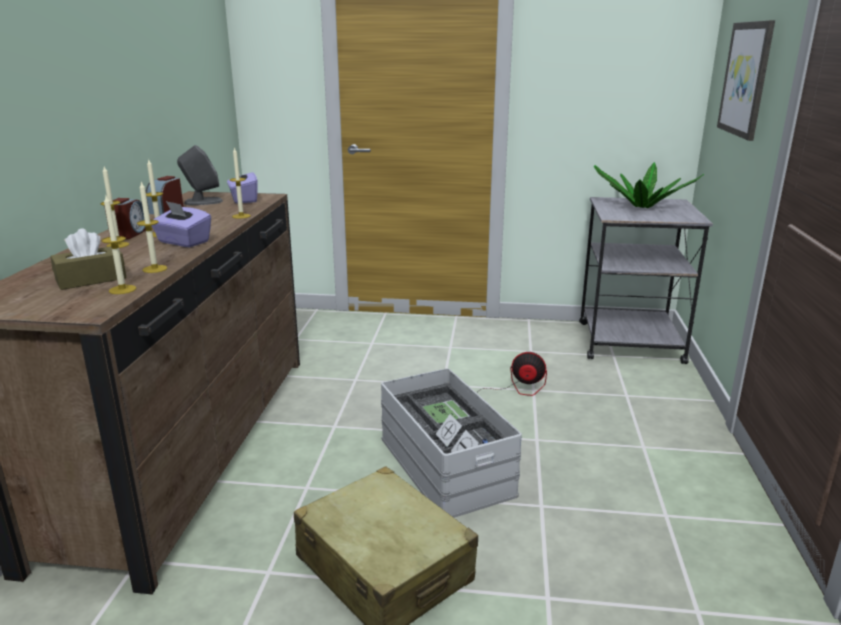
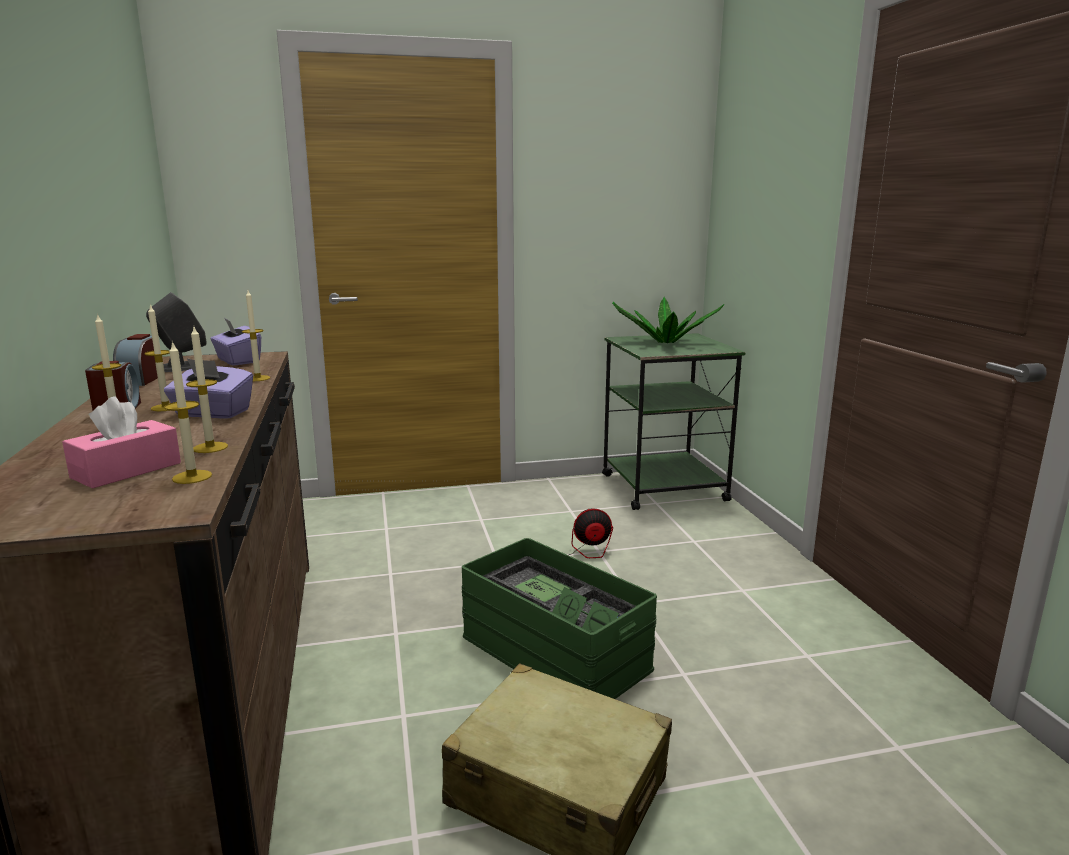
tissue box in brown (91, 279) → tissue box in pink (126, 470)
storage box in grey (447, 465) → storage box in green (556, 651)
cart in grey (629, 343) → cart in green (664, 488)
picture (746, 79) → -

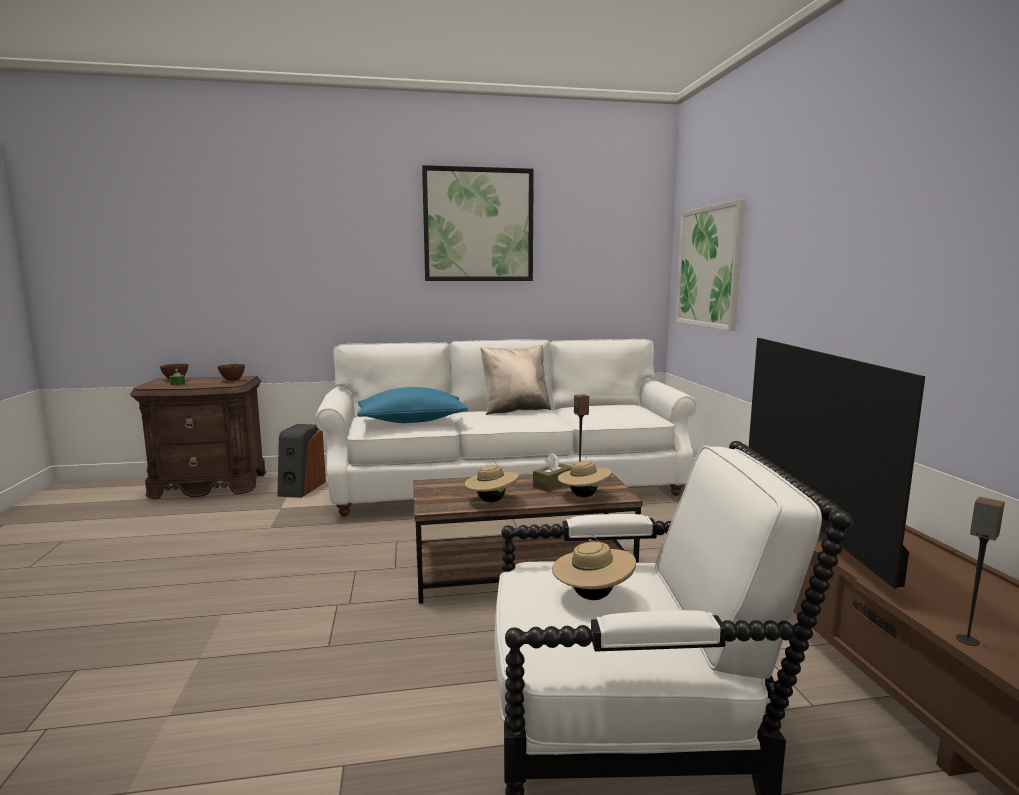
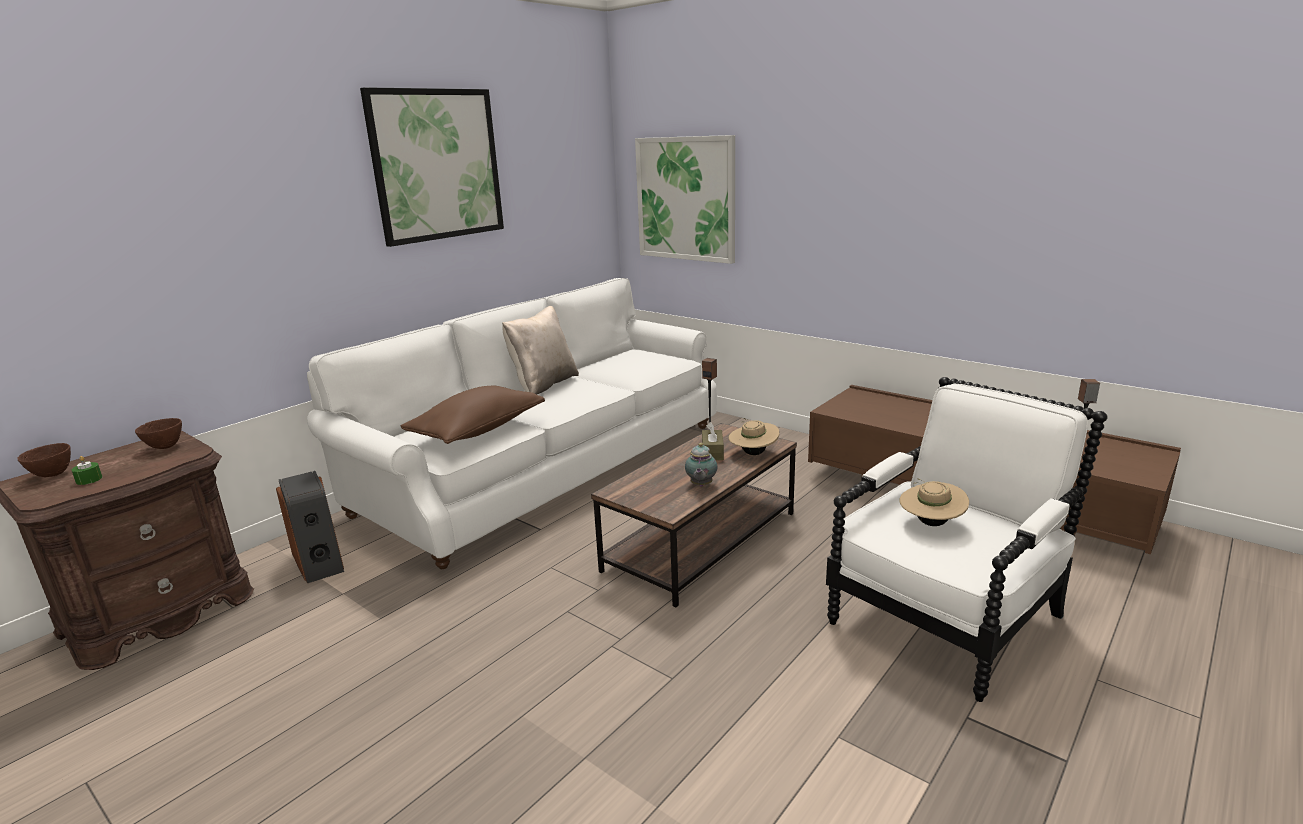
pillow in blue (412, 421) → pillow in brown (477, 430)
hat in beige (491, 501) → teapot (700, 485)
television (820, 530) → -

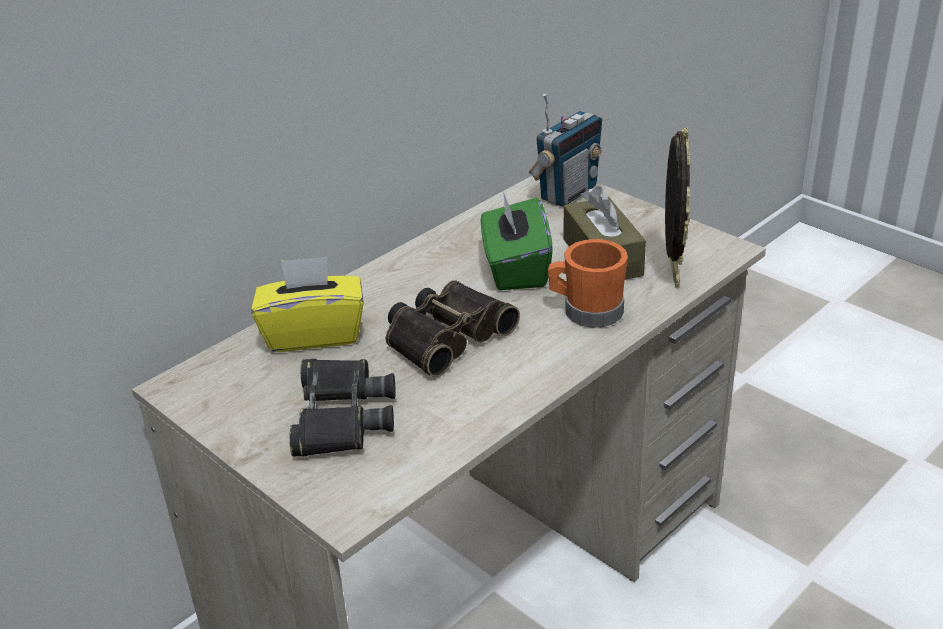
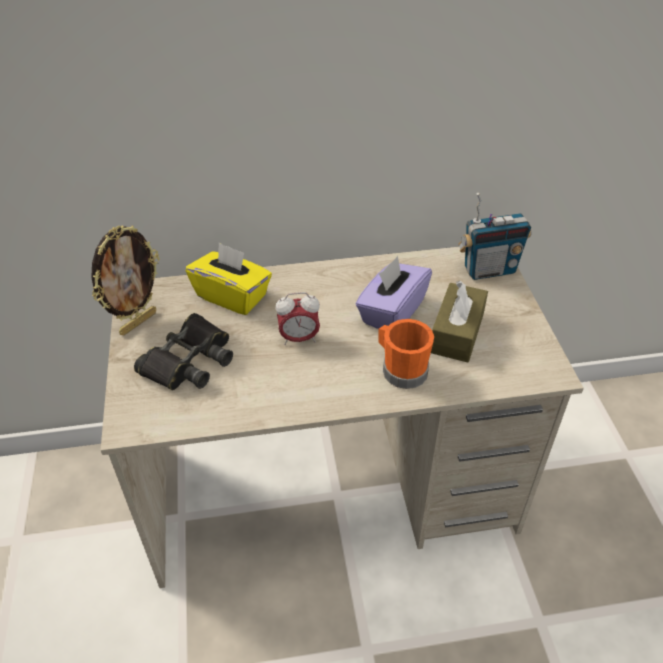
binoculars (445, 336) → alarm clock (299, 338)
tissue box in green (515, 269) → tissue box in purple (391, 312)
picture frame (671, 272) → picture frame (138, 322), shifted

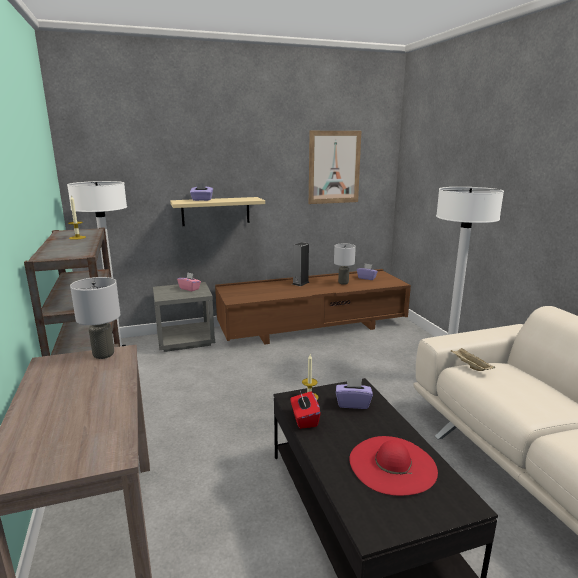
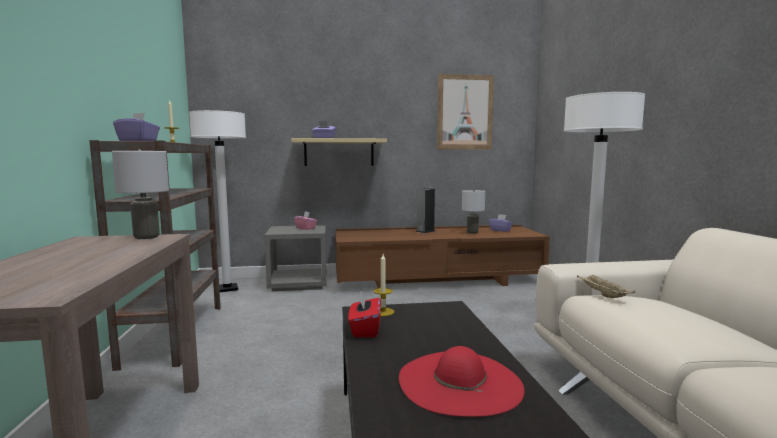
tissue box in purple (353, 403) → tissue box in purple (138, 141), shifted

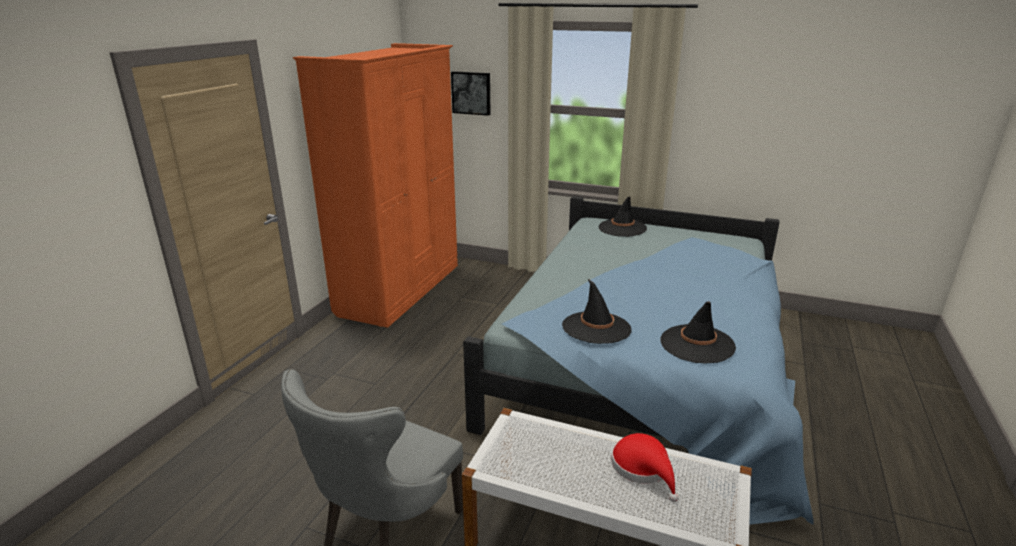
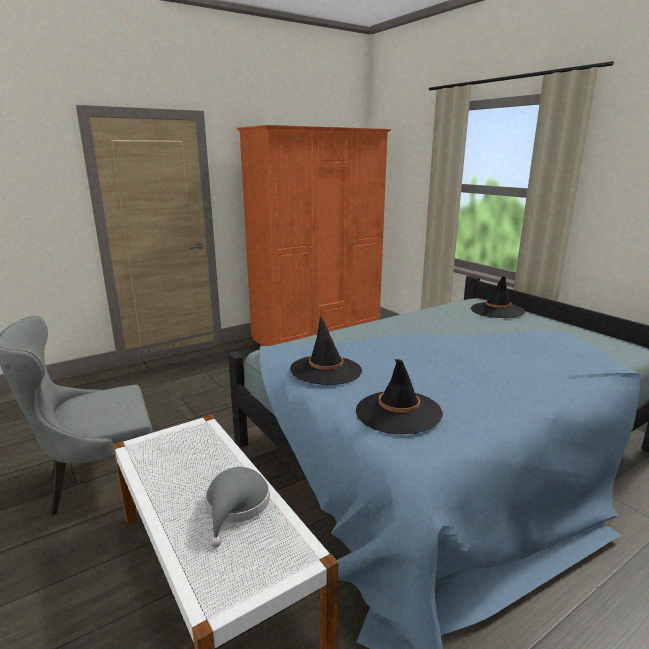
picture (471, 93) → -
hat in red (643, 468) → hat in grey (236, 506)

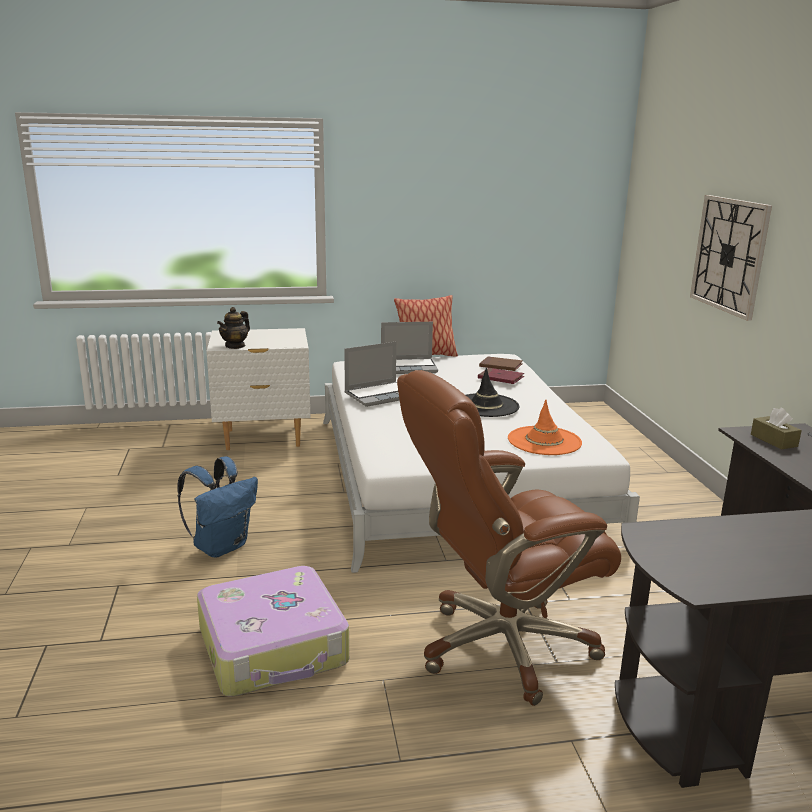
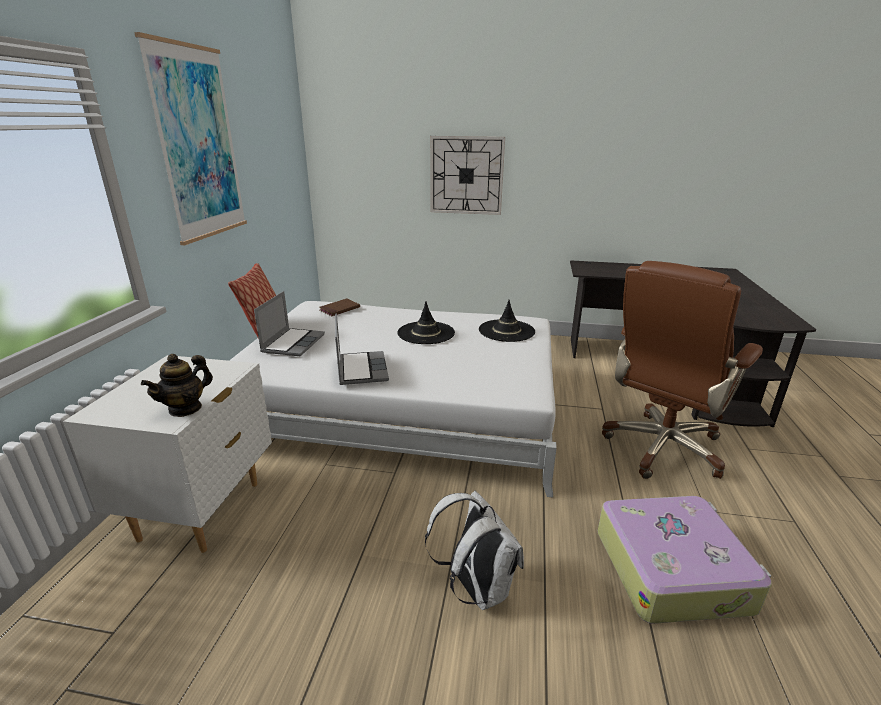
backpack in blue (221, 546) → backpack in white (475, 588)
teapot (235, 346) → teapot (185, 408), 75 degrees clockwise
office chair in brown (499, 647) → office chair in brown (660, 449), 45 degrees clockwise
book in red (500, 378) → -
hat in orange (544, 441) → hat in black (506, 331)
tissue box in brown (773, 440) → -
- → picture (198, 144)

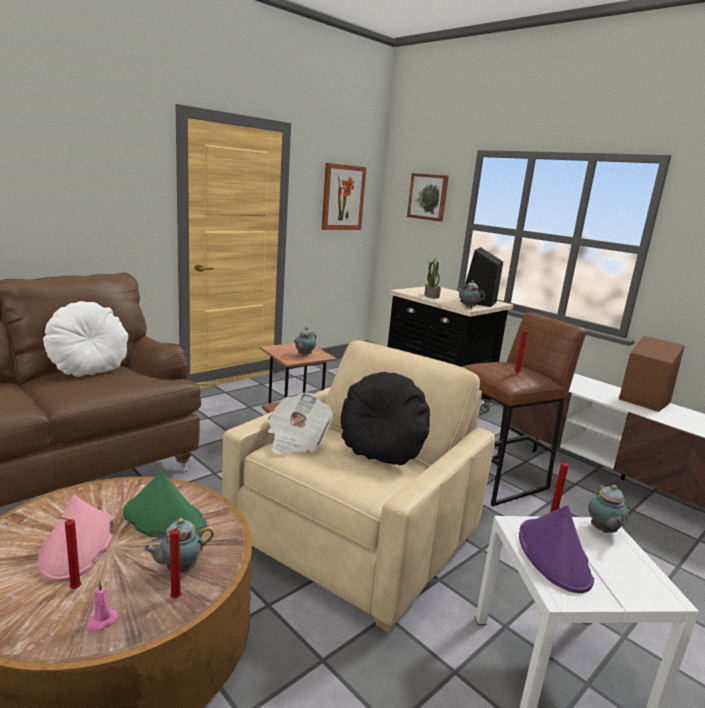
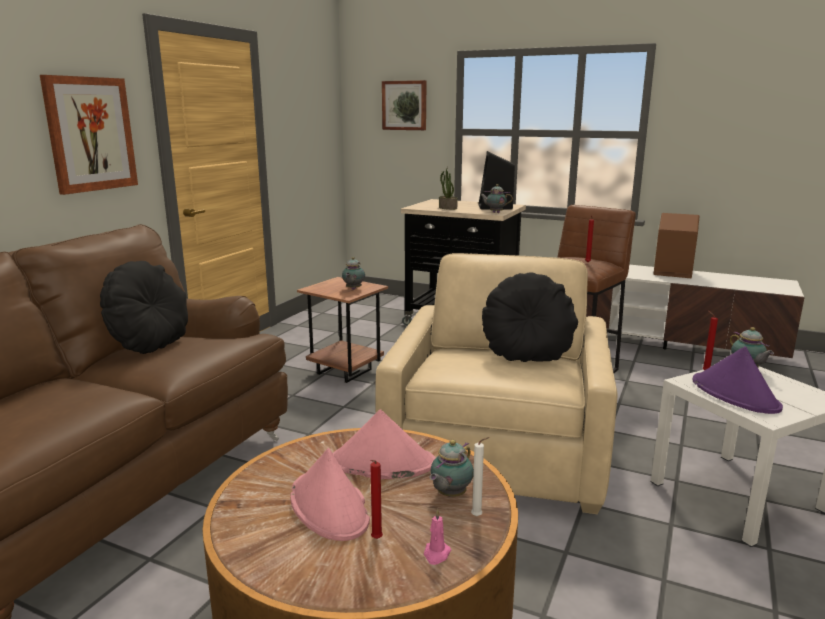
pillow in white (89, 372) → pillow in black (151, 346)
hat in green (163, 519) → hat in pink (382, 462)
candle in red (177, 599) → candle in white (478, 516)
newspaper (297, 440) → -
picture (342, 197) → picture (90, 134), shifted

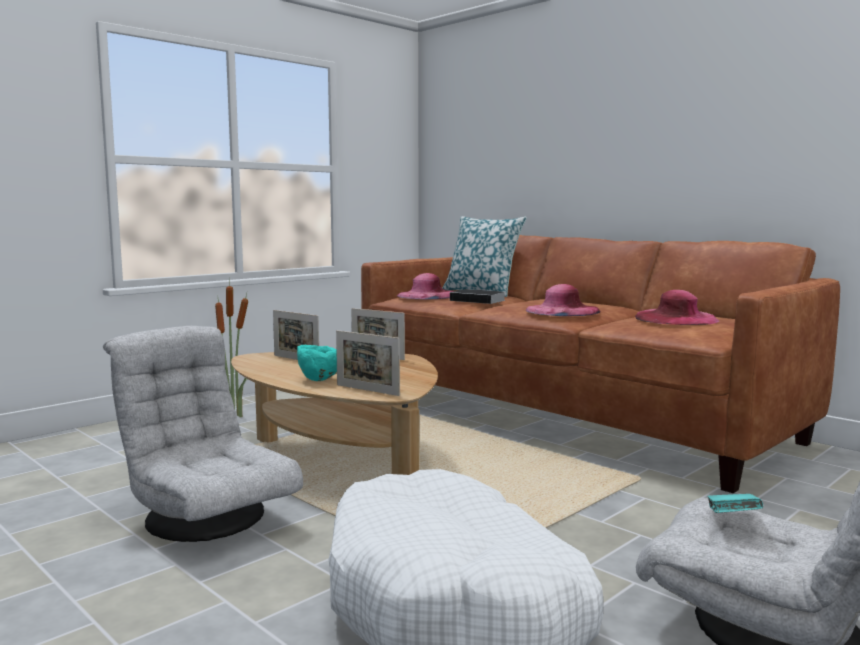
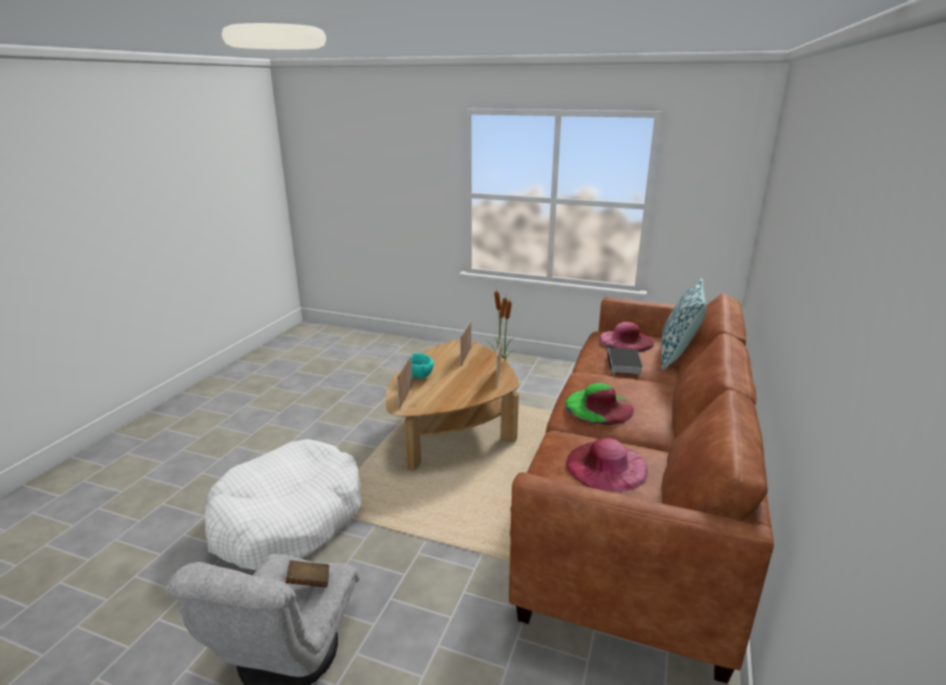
armchair in grey (209, 518) → -
hat in pink (562, 310) → hat in green (598, 407)
book in turquoise (732, 519) → book in brown (309, 582)

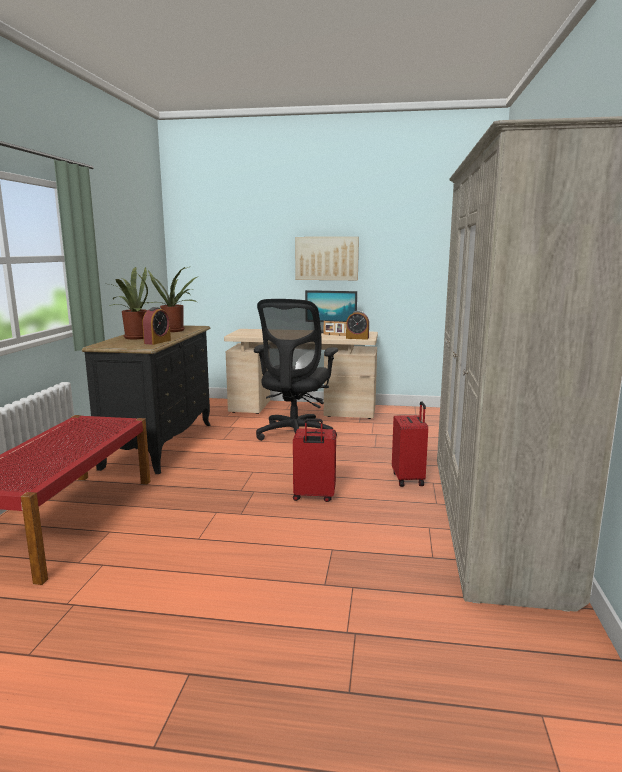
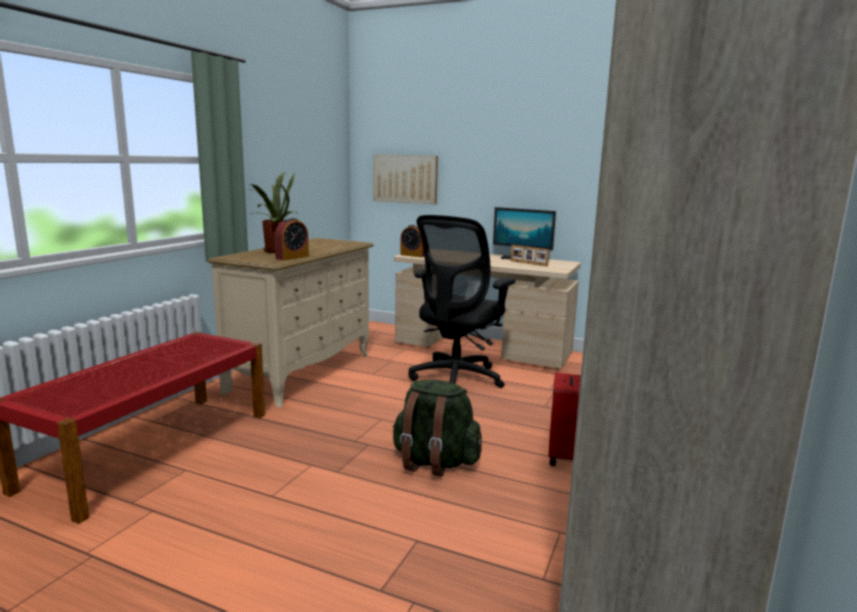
dresser in black (162, 445) → dresser in beige (303, 373)
potted plant (174, 330) → -
suitcase in red (314, 496) → backpack in green (434, 462)
picture (326, 258) → picture (405, 179), shifted
alarm clock (357, 338) → alarm clock (413, 255), shifted

